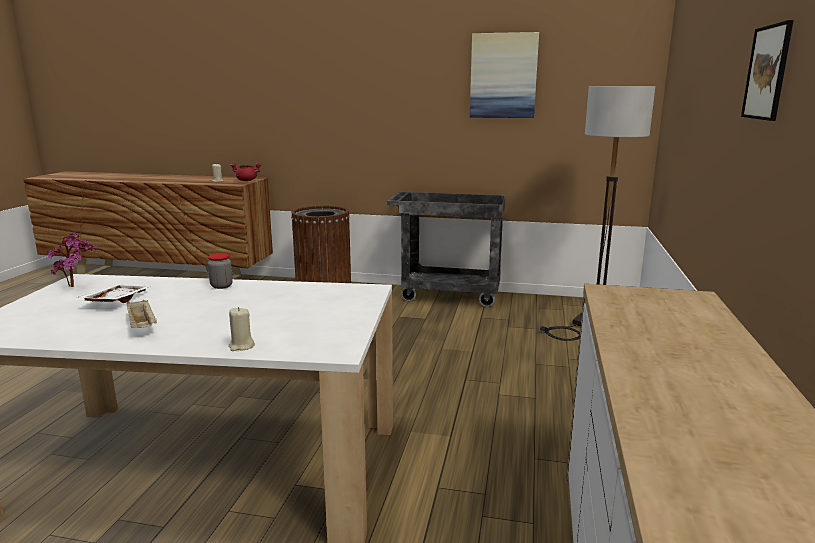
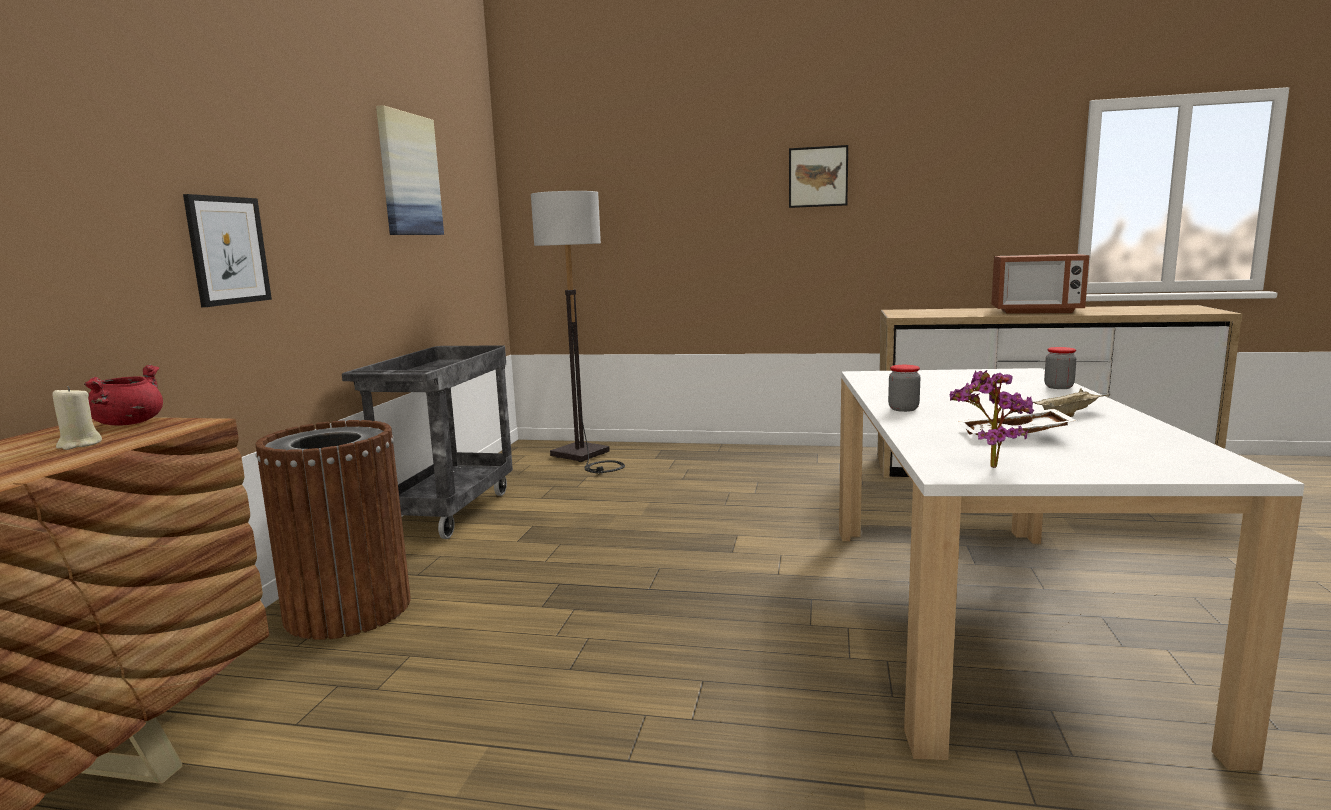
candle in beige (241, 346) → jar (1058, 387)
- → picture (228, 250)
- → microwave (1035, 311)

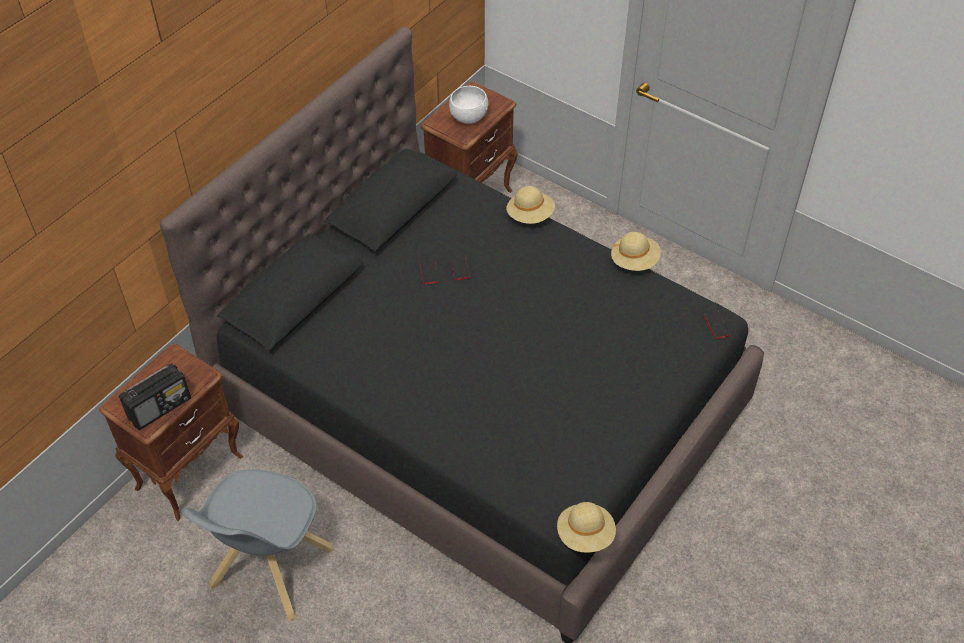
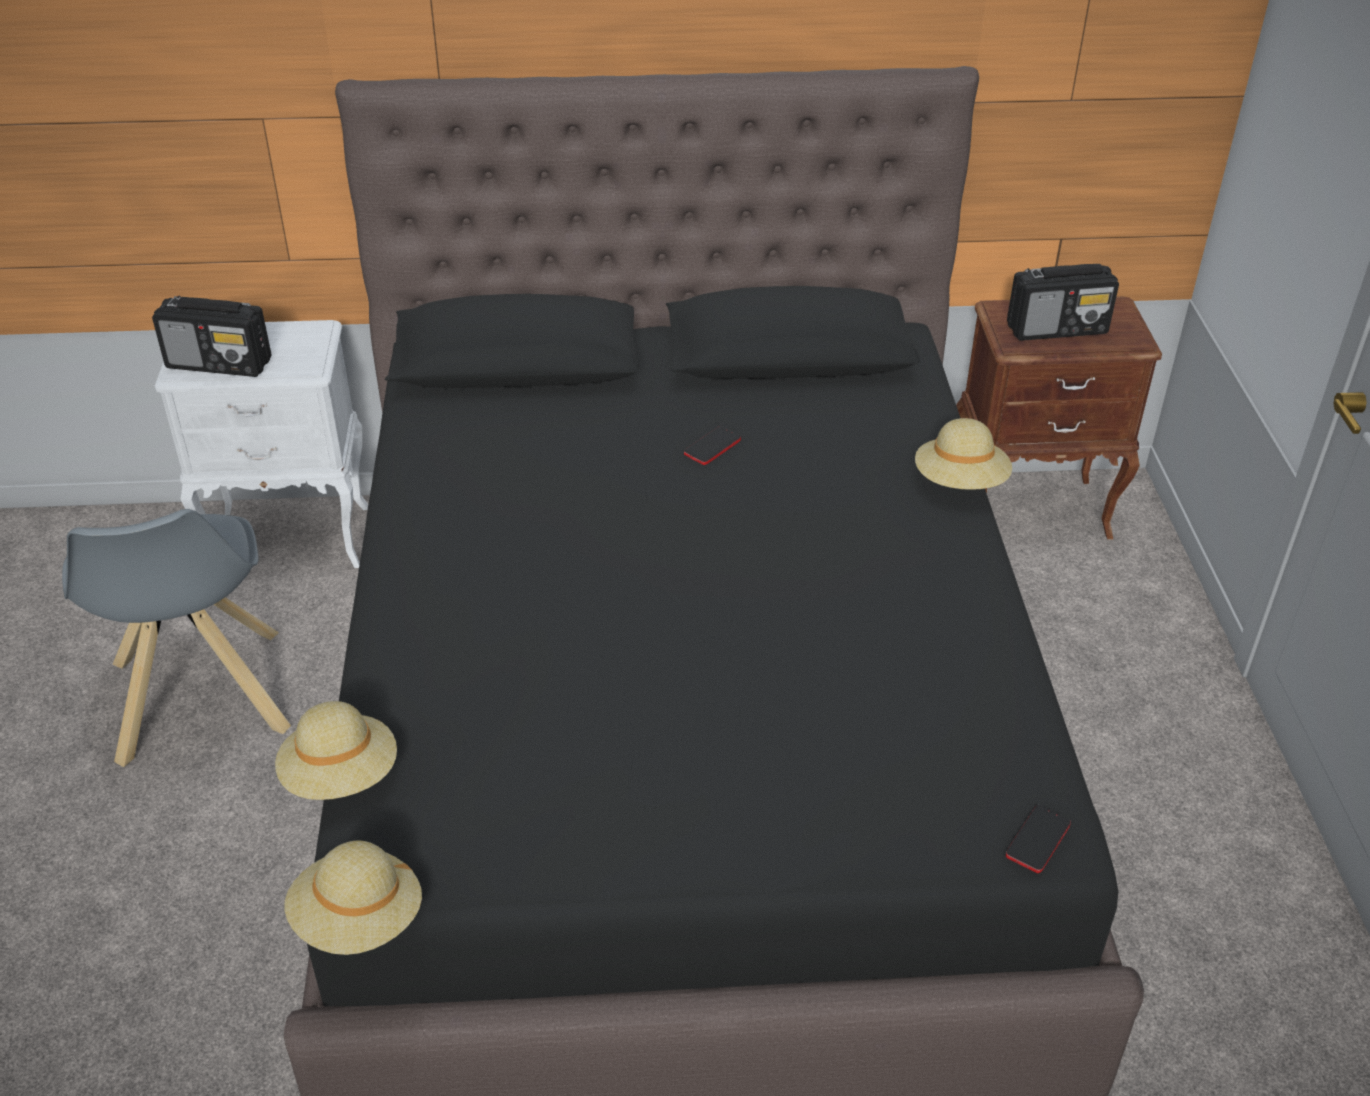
nightstand in brown (190, 472) → nightstand in white (292, 538)
chair in grey (269, 569) → chair in grey (199, 700), 90 degrees counterclockwise
bowl in white (468, 117) → radio (1058, 329)
phone (459, 268) → -
hat in beige (634, 261) → hat in beige (341, 776), shifted

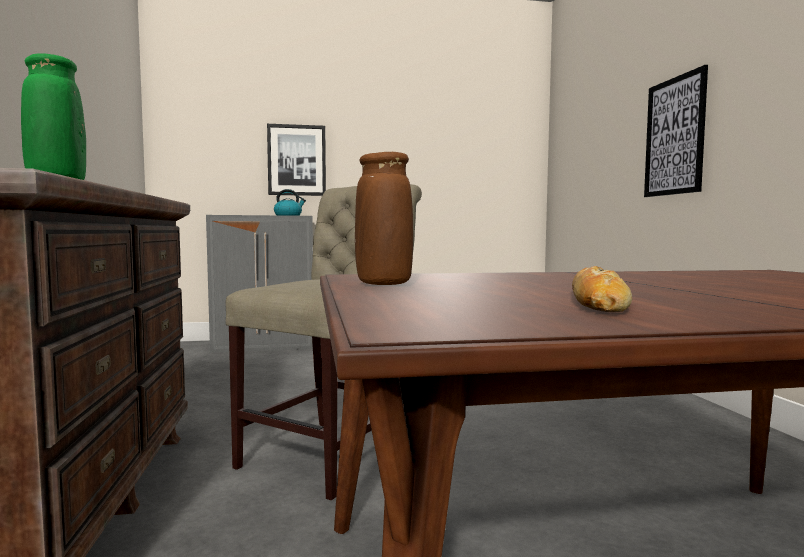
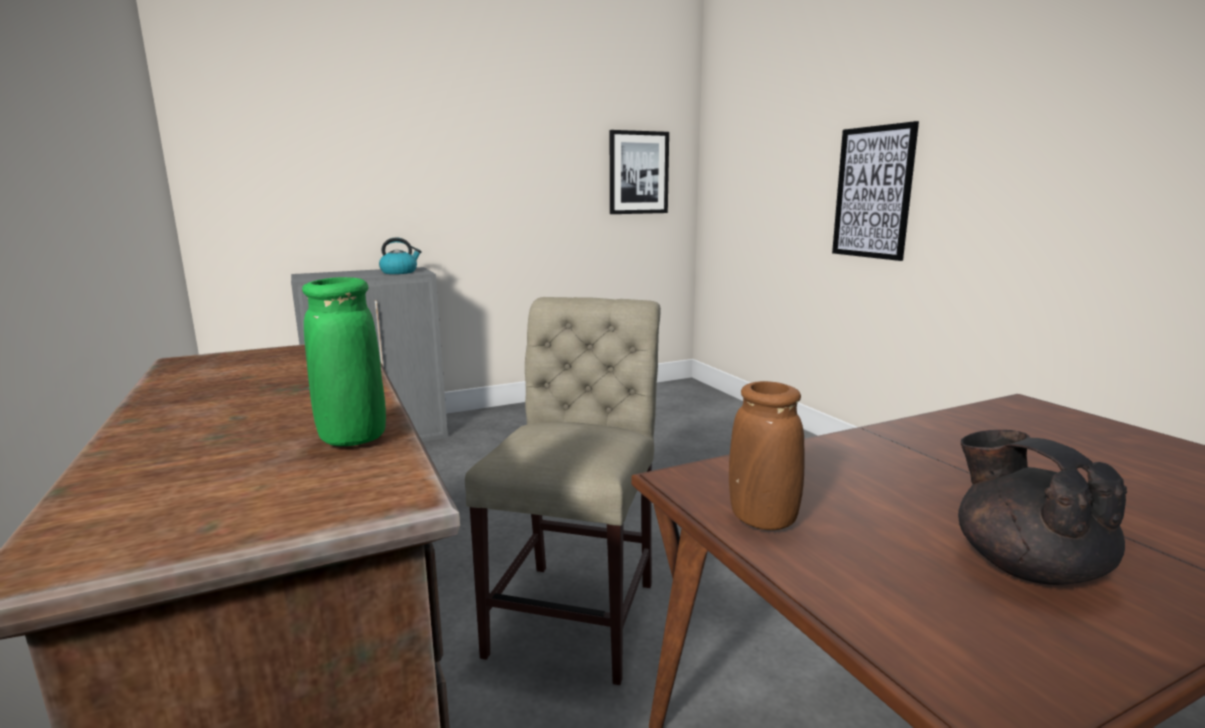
picture (297, 160) → picture (638, 173), shifted
bread (597, 301) → teapot in black (1025, 566)

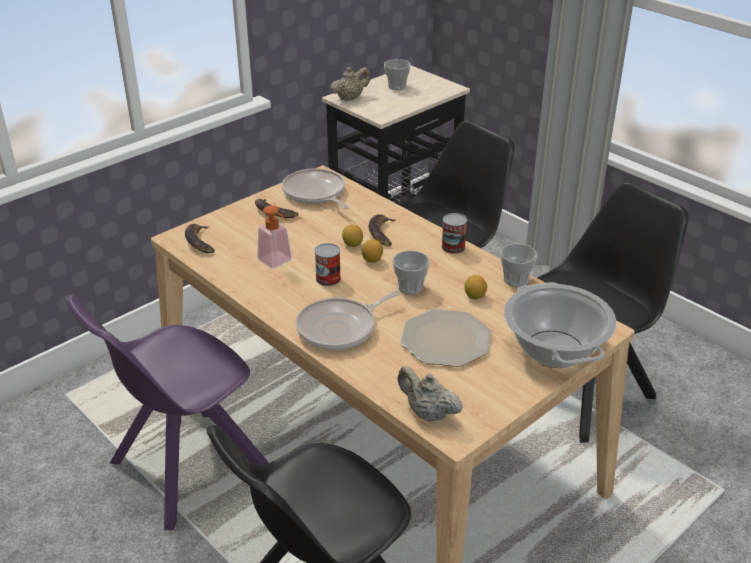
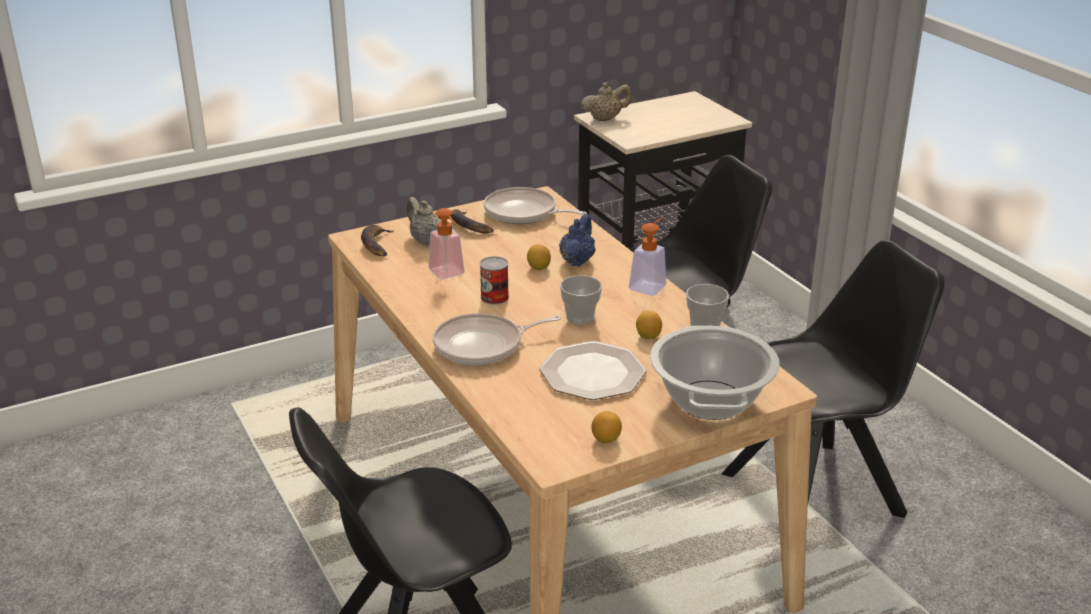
chair in purple (186, 468) → -
frying pan (315, 193) → frying pan (524, 213), 45 degrees counterclockwise
lemon (372, 260) → lemon (606, 439), shifted
banana (382, 233) → teapot in blue (577, 261)
cup (397, 86) → -
teapot in beige (427, 413) → teapot in beige (426, 241), shifted
can (453, 247) → soap dispenser (650, 285)

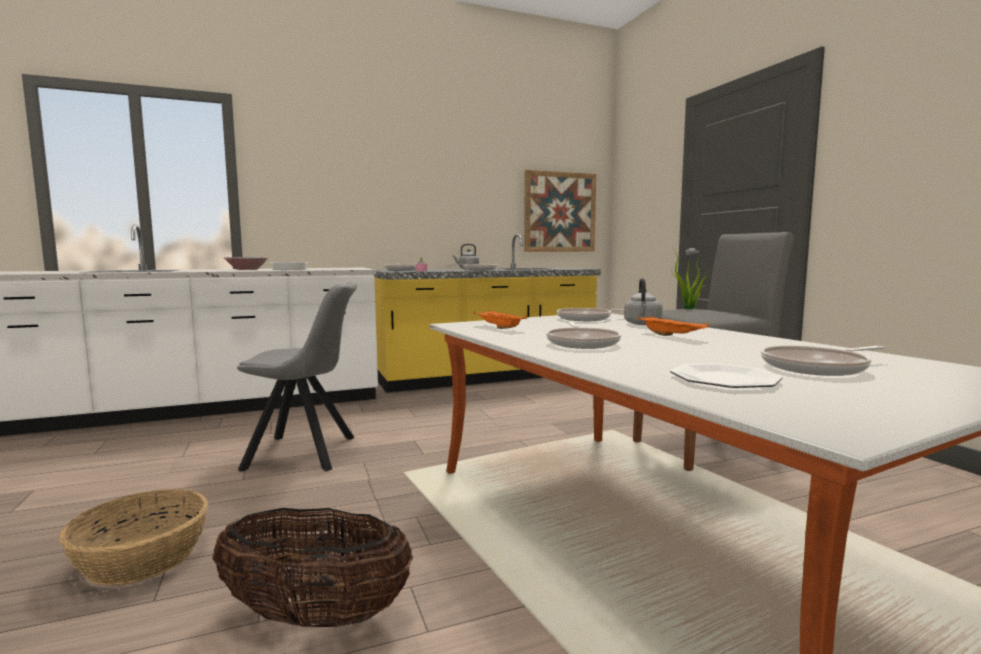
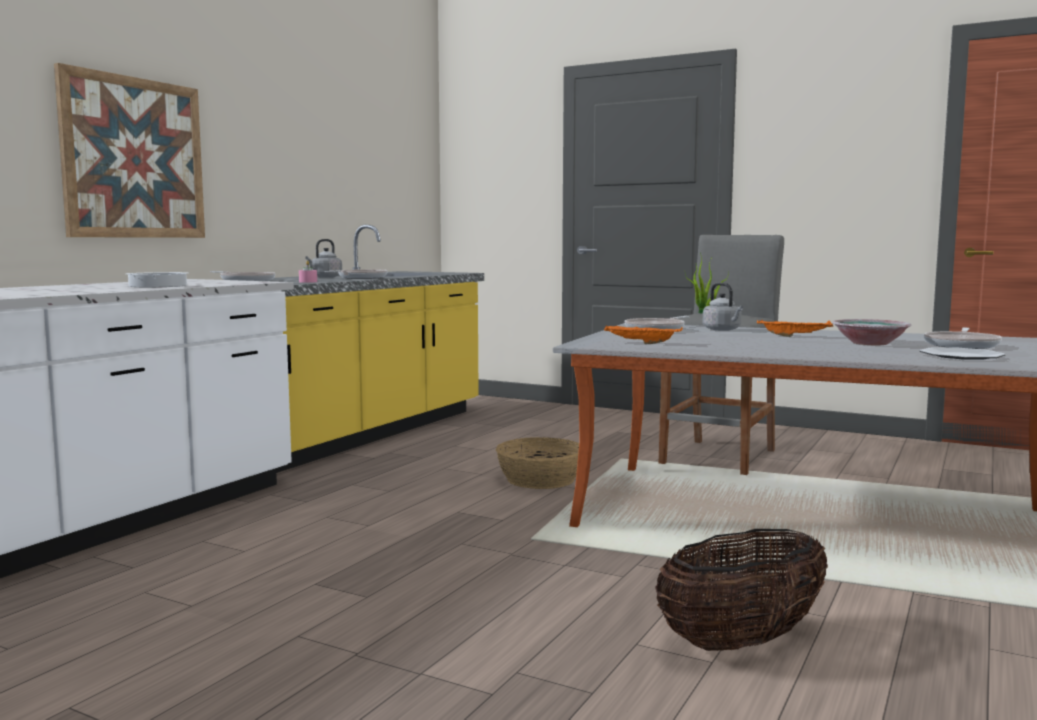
basket (141, 558) → basket (540, 480), shifted
bowl (246, 269) → bowl (869, 343), shifted
chair in grey (304, 453) → -
picture (560, 212) → picture (134, 158), shifted
frying pan (582, 343) → -

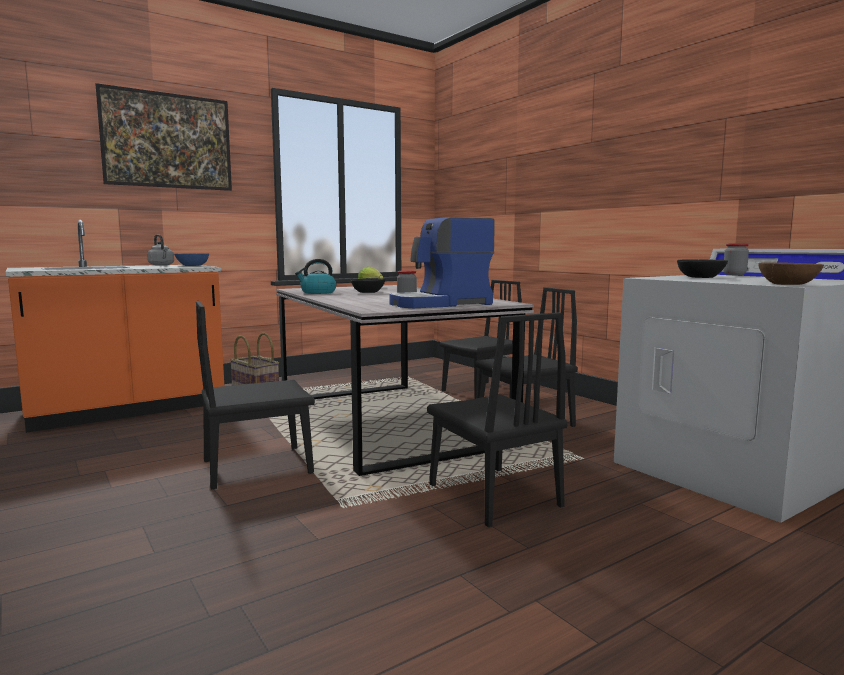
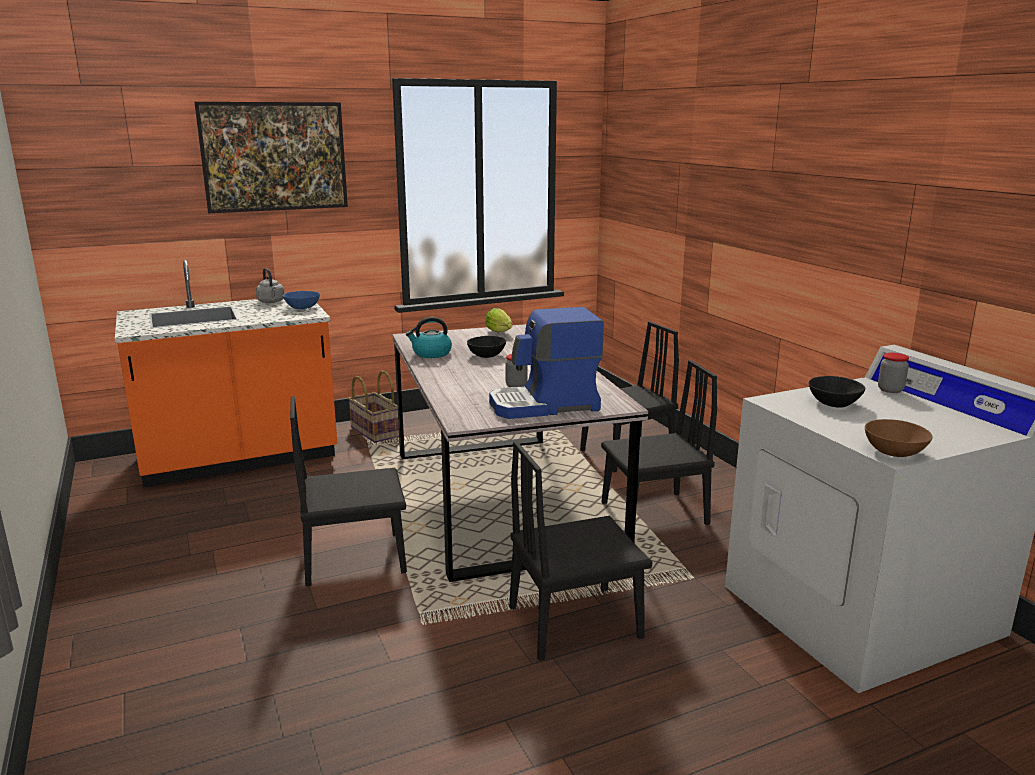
chair in black (493, 495) → chair in black (575, 622), 90 degrees clockwise

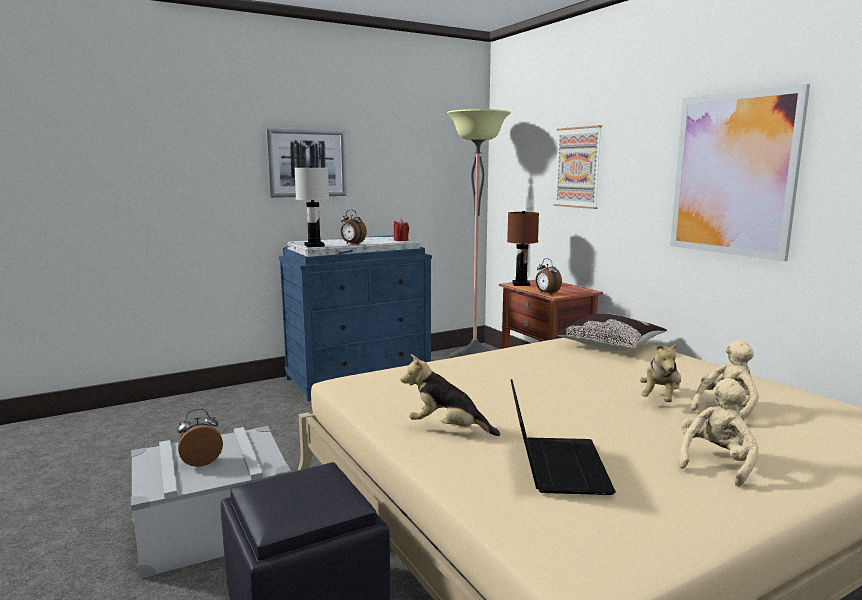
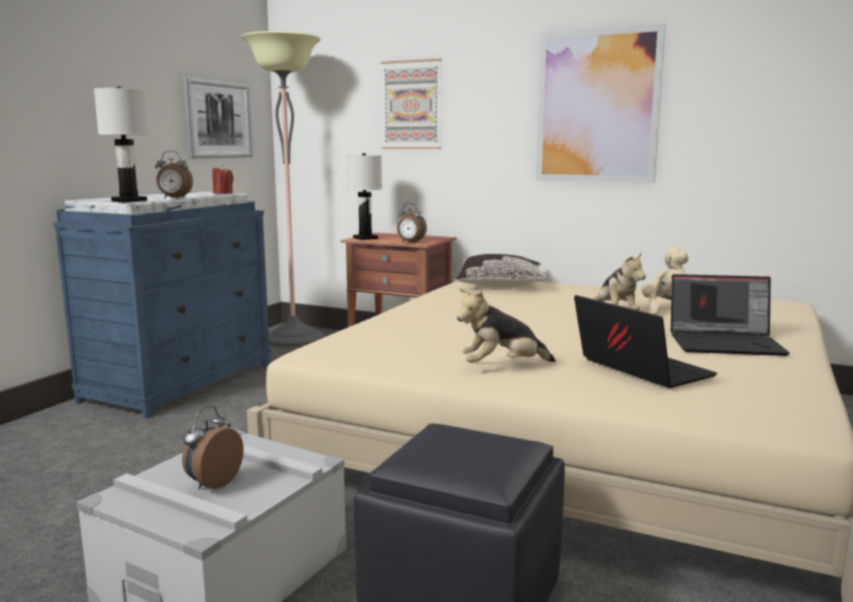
picture (307, 163) → picture (218, 119), shifted
table lamp in brown (520, 284) → table lamp in white (365, 238)
plush toy in beige (715, 463) → laptop (726, 343)

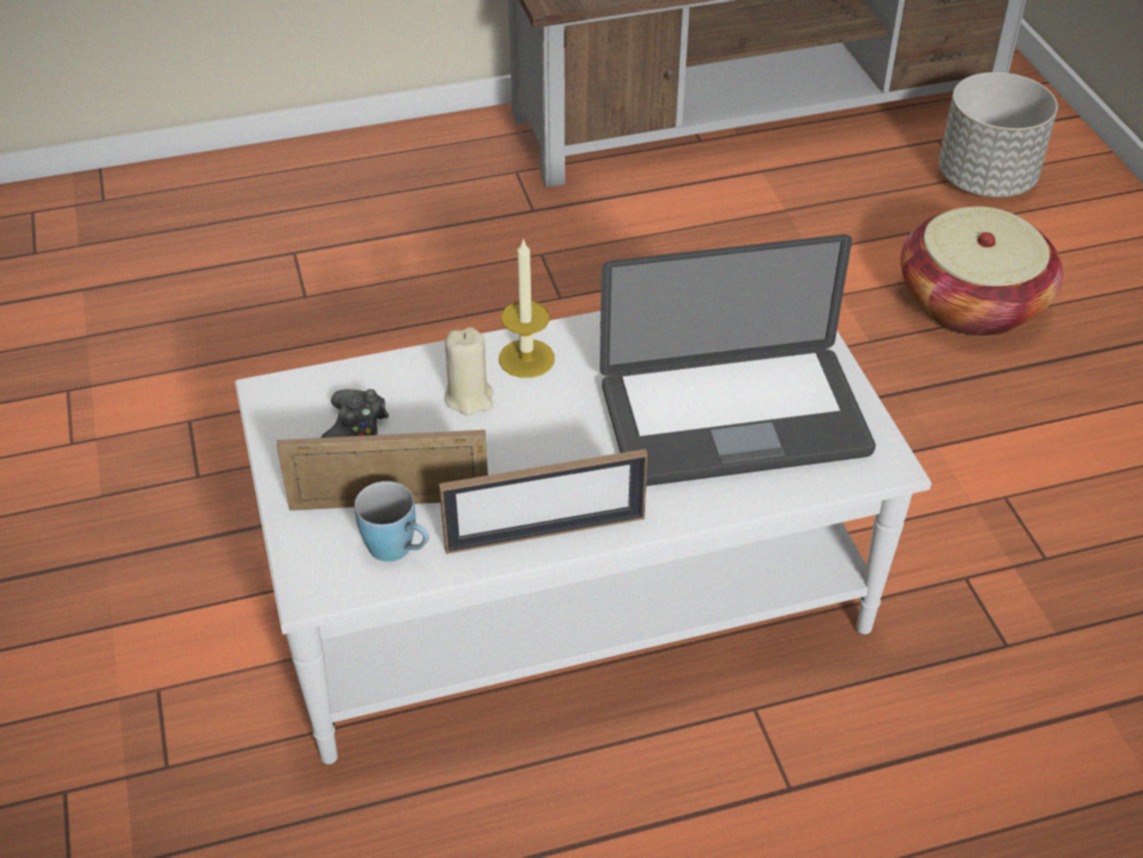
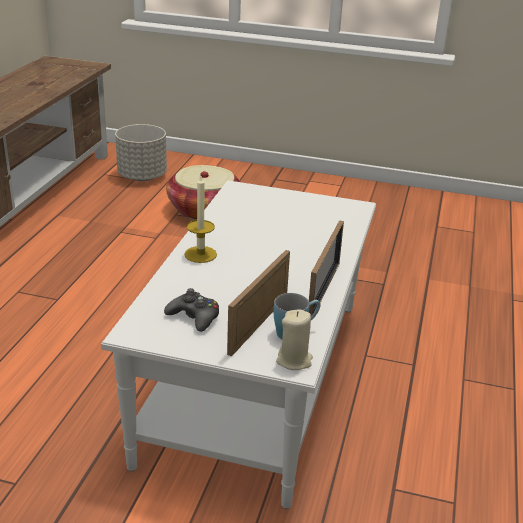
candle in beige (469, 397) → candle in beige (294, 360), shifted
laptop (734, 420) → -

